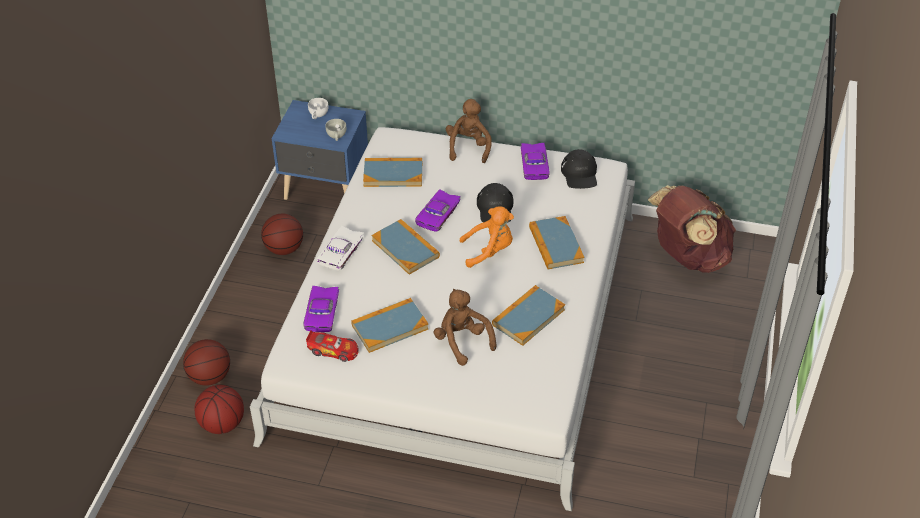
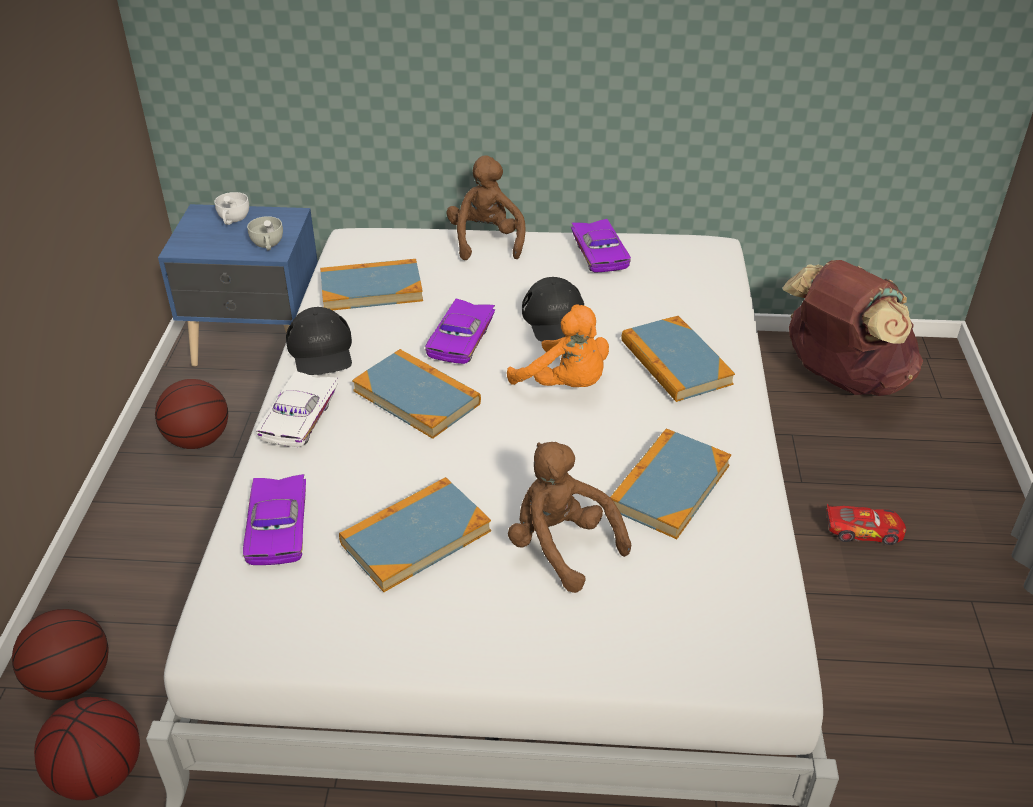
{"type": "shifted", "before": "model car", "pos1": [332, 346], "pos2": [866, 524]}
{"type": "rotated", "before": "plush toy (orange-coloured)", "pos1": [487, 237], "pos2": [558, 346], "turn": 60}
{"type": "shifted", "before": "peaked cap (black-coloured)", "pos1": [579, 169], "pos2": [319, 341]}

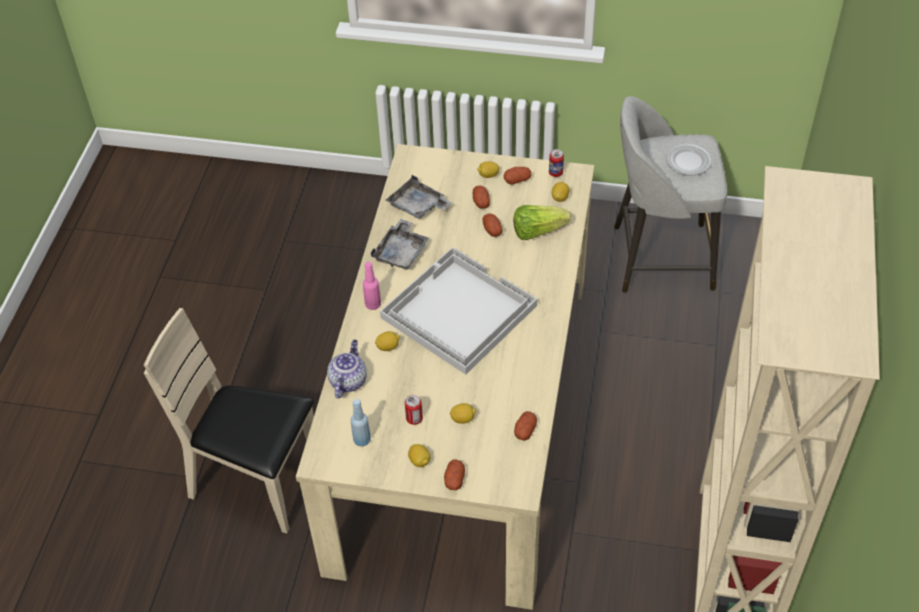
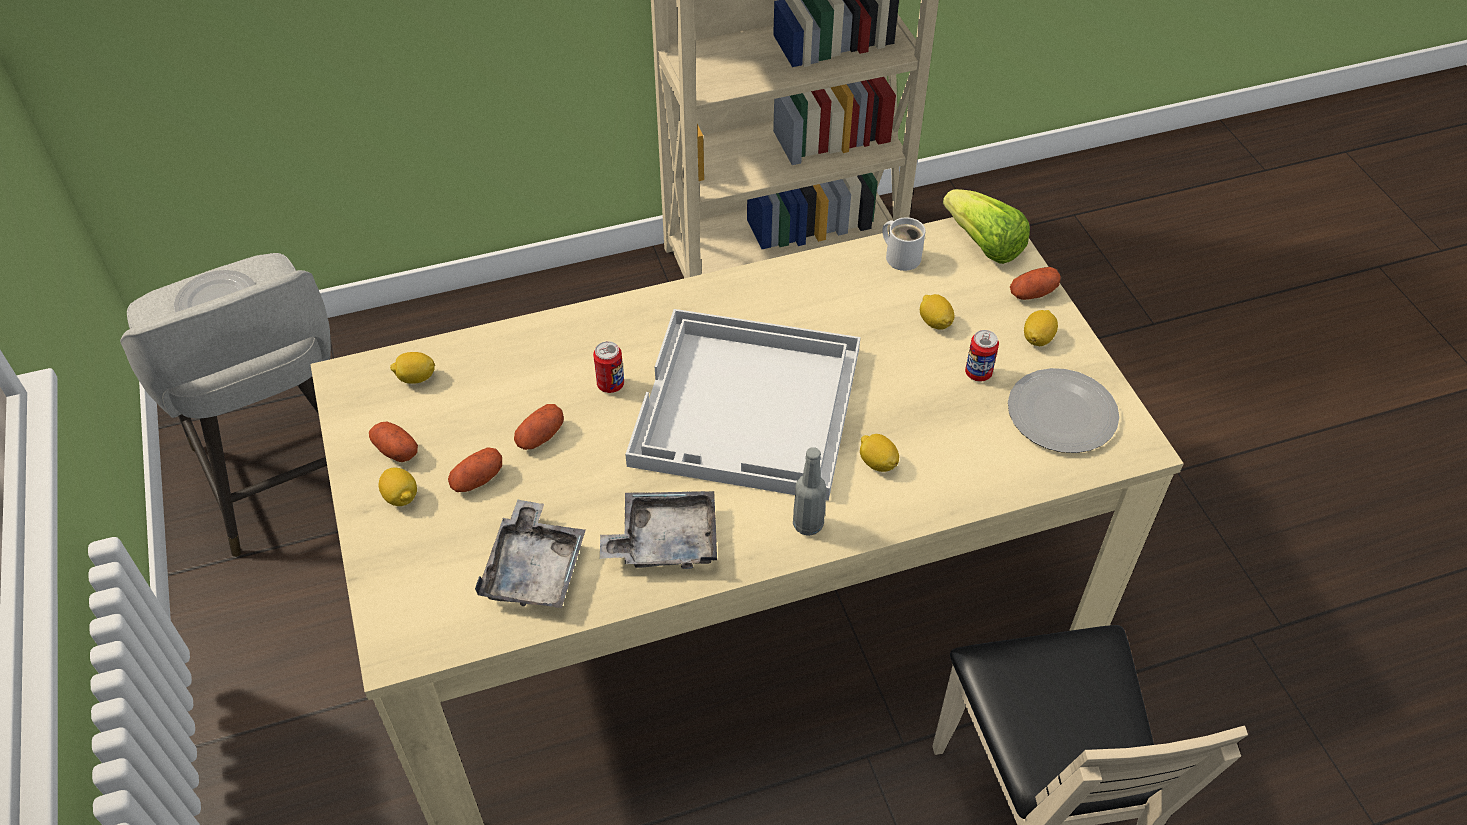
{"type": "gone", "before": "teapot", "pos1": [347, 369]}
{"type": "swapped", "before": "bottle (blue)", "after": "plate", "pos1": [361, 423], "pos2": [1063, 410]}
{"type": "repainted", "before": "bottle (pink-coloured)", "after": "bottle (grey)", "pos1": [372, 286], "pos2": [810, 491]}
{"type": "shifted", "before": "lettuce head", "pos1": [542, 222], "pos2": [986, 226]}
{"type": "swapped", "before": "whole potato", "after": "tea mug (white)", "pos1": [525, 426], "pos2": [904, 244]}
{"type": "shifted", "before": "metal can", "pos1": [556, 163], "pos2": [608, 367]}

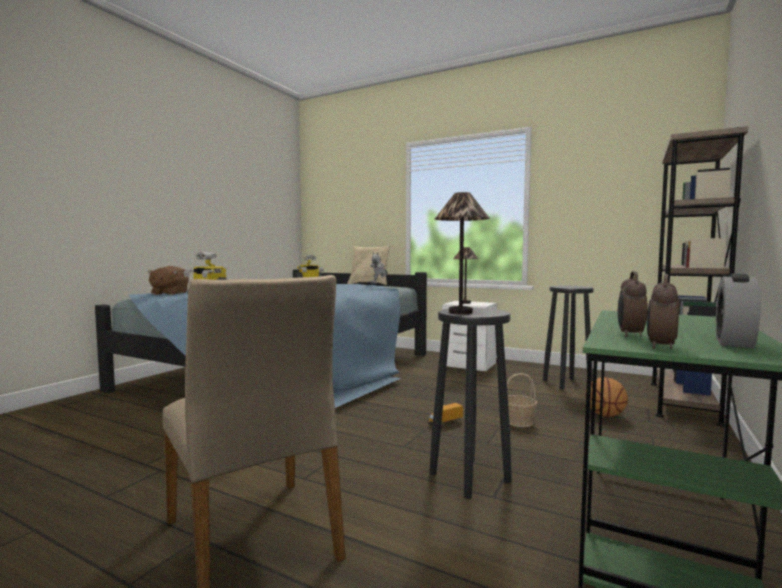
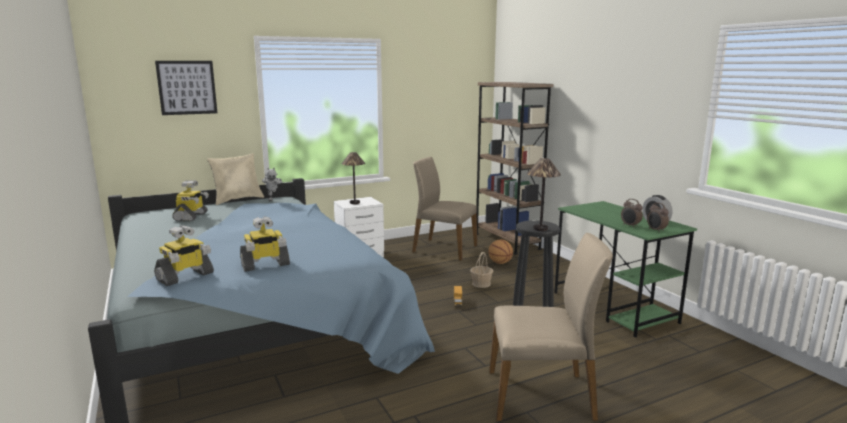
{"type": "swapped", "before": "plush toy (brownish)", "after": "toy robot", "pos1": [168, 280], "pos2": [184, 255]}
{"type": "swapped", "before": "sitting stool (black-coloured)", "after": "upright chair (beige-coloured)", "pos1": [568, 338], "pos2": [444, 209]}
{"type": "new", "after": "wall picture", "pos2": [186, 88]}

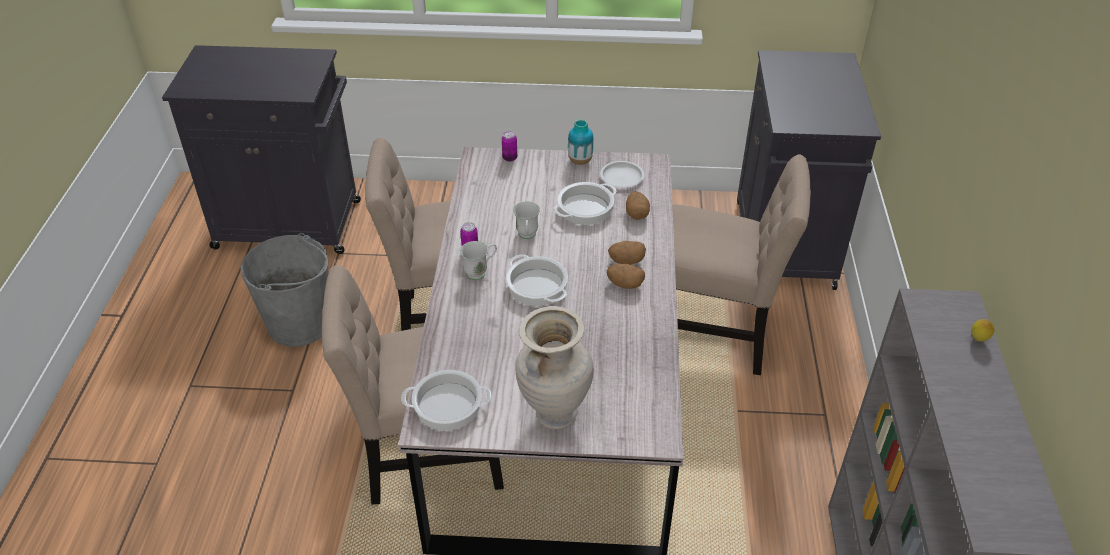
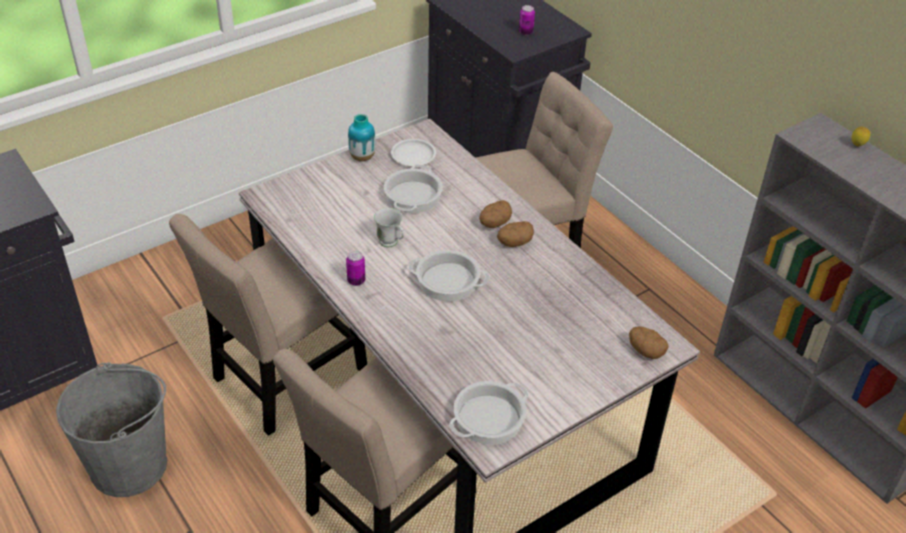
{"type": "gone", "before": "tea mug (white)", "pos1": [478, 260]}
{"type": "shifted", "before": "metal can", "pos1": [509, 146], "pos2": [527, 20]}
{"type": "gone", "before": "vase (beige-coloured)", "pos1": [554, 367]}
{"type": "shifted", "before": "whole potato", "pos1": [638, 205], "pos2": [649, 342]}

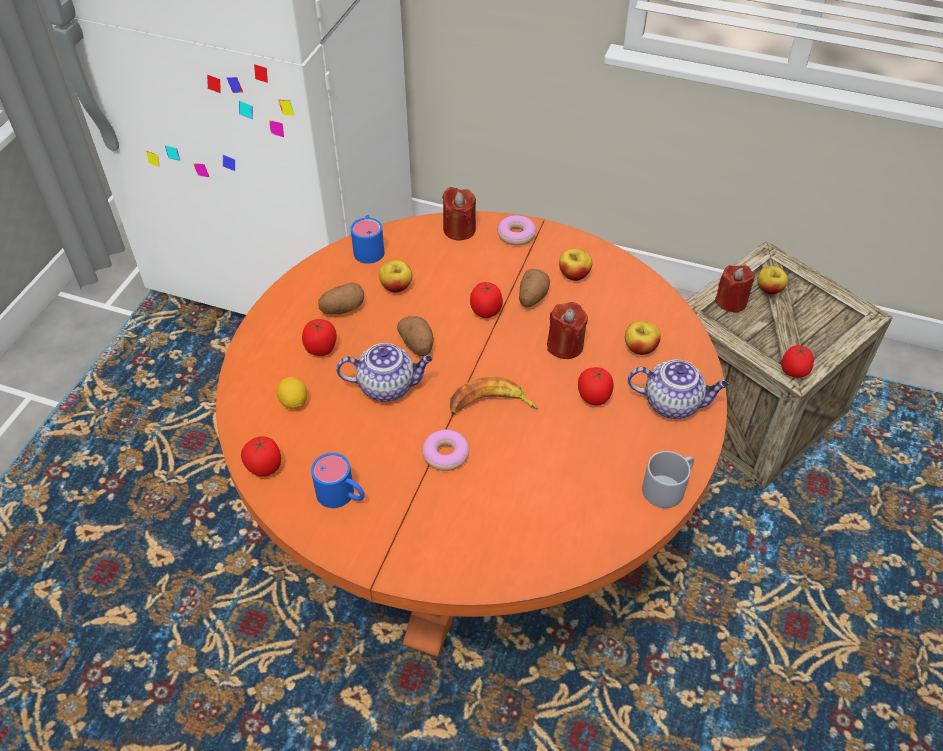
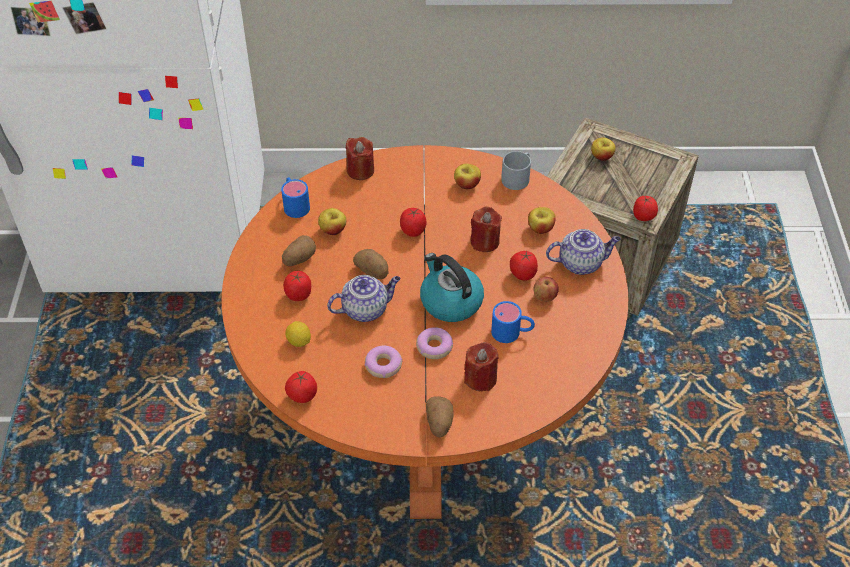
{"type": "shifted", "before": "tea mug (blue)", "pos1": [338, 480], "pos2": [513, 322]}
{"type": "swapped", "before": "whole banana", "after": "water kettle", "pos1": [494, 395], "pos2": [452, 287]}
{"type": "shifted", "before": "ring doughnut", "pos1": [516, 230], "pos2": [383, 362]}
{"type": "shifted", "before": "whole potato", "pos1": [534, 288], "pos2": [440, 416]}
{"type": "shifted", "before": "tea mug (grey)", "pos1": [668, 479], "pos2": [516, 170]}
{"type": "shifted", "before": "wax light (red)", "pos1": [735, 289], "pos2": [481, 366]}
{"type": "new", "after": "apple fruit", "pos2": [546, 289]}

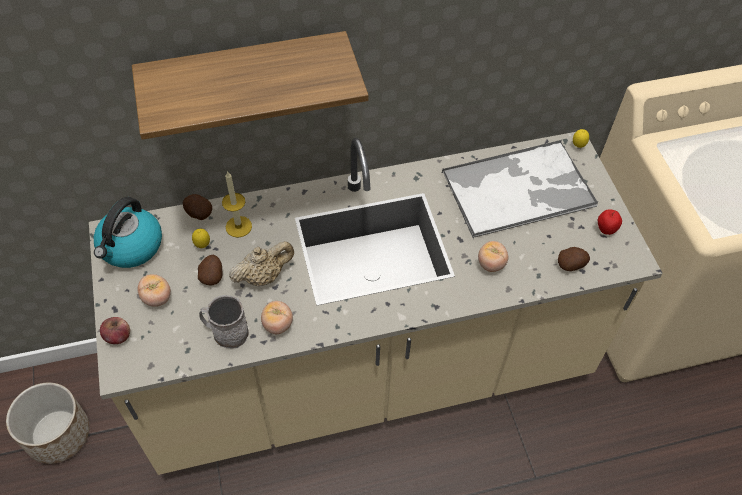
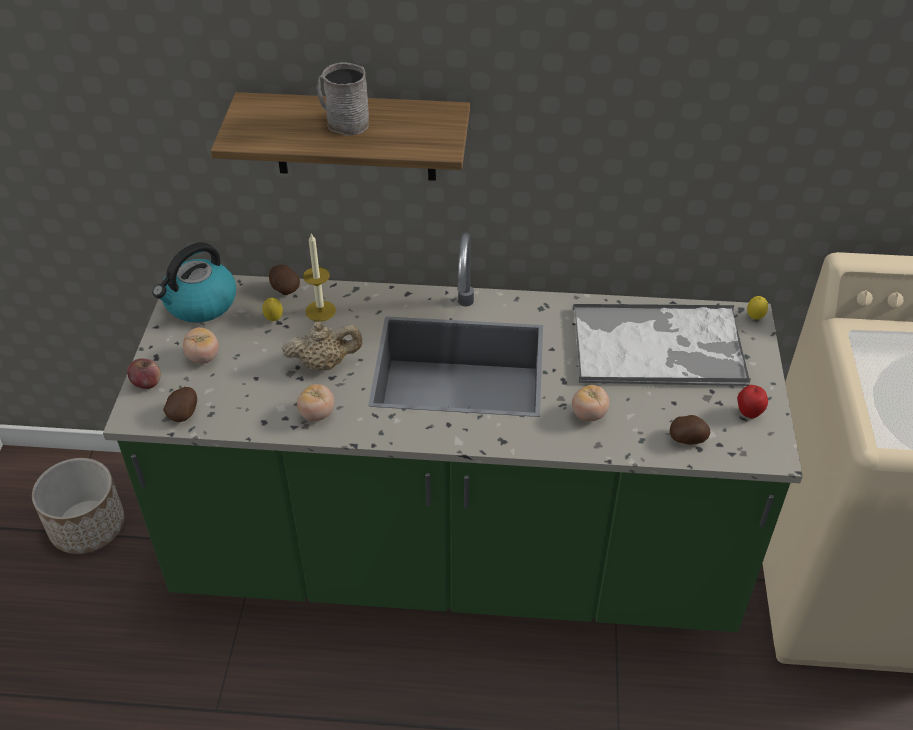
{"type": "repainted", "before": "kitchen counter (beige-coloured)", "after": "kitchen counter (green-coloured)", "pos1": [376, 303], "pos2": [453, 432]}
{"type": "shifted", "before": "whole potato", "pos1": [210, 270], "pos2": [180, 404]}
{"type": "shifted", "before": "tea mug (grey)", "pos1": [224, 321], "pos2": [343, 99]}

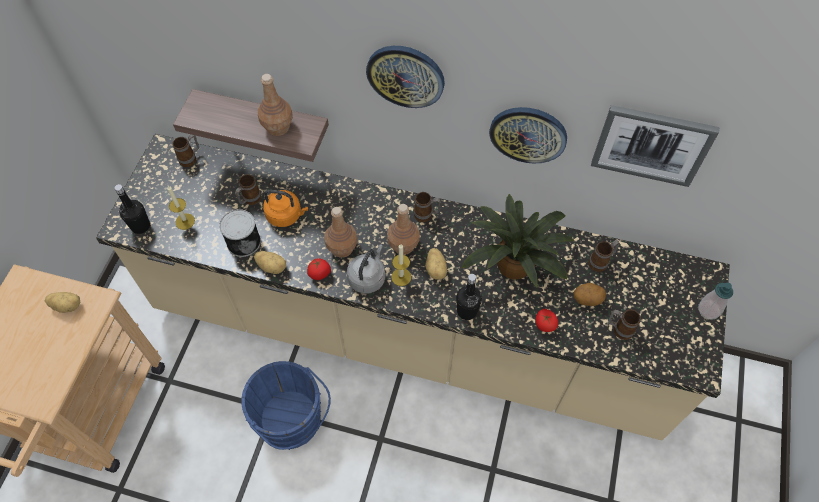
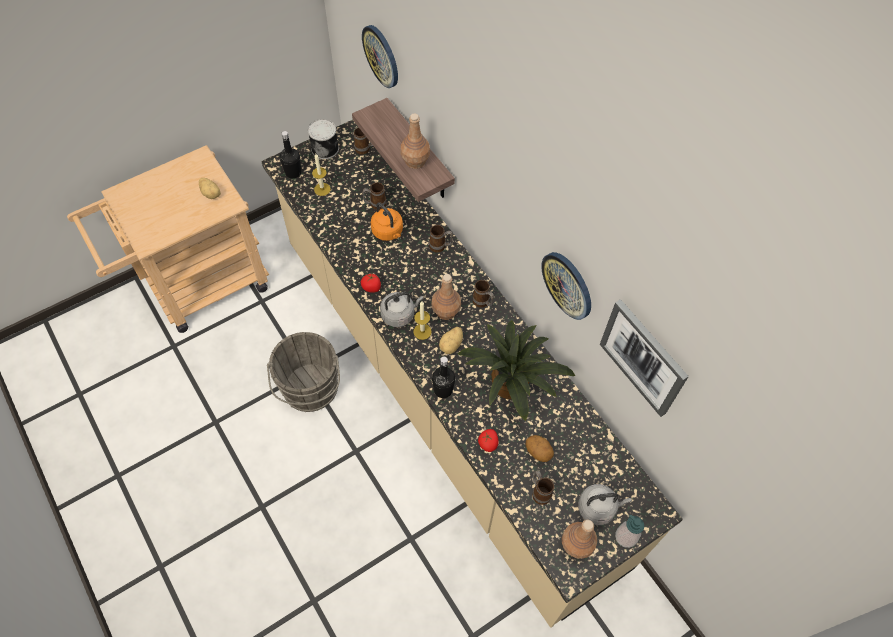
{"type": "shifted", "before": "metal can", "pos1": [240, 233], "pos2": [323, 139]}
{"type": "repainted", "before": "pail (blue)", "after": "pail (grey)", "pos1": [286, 405], "pos2": [303, 372]}
{"type": "gone", "before": "whole potato", "pos1": [270, 262]}
{"type": "shifted", "before": "bottle (brownish)", "pos1": [340, 232], "pos2": [579, 539]}
{"type": "shifted", "before": "hanging clock", "pos1": [405, 77], "pos2": [380, 56]}
{"type": "shifted", "before": "tea mug", "pos1": [604, 256], "pos2": [441, 239]}
{"type": "new", "after": "water kettle (grey)", "pos2": [605, 504]}

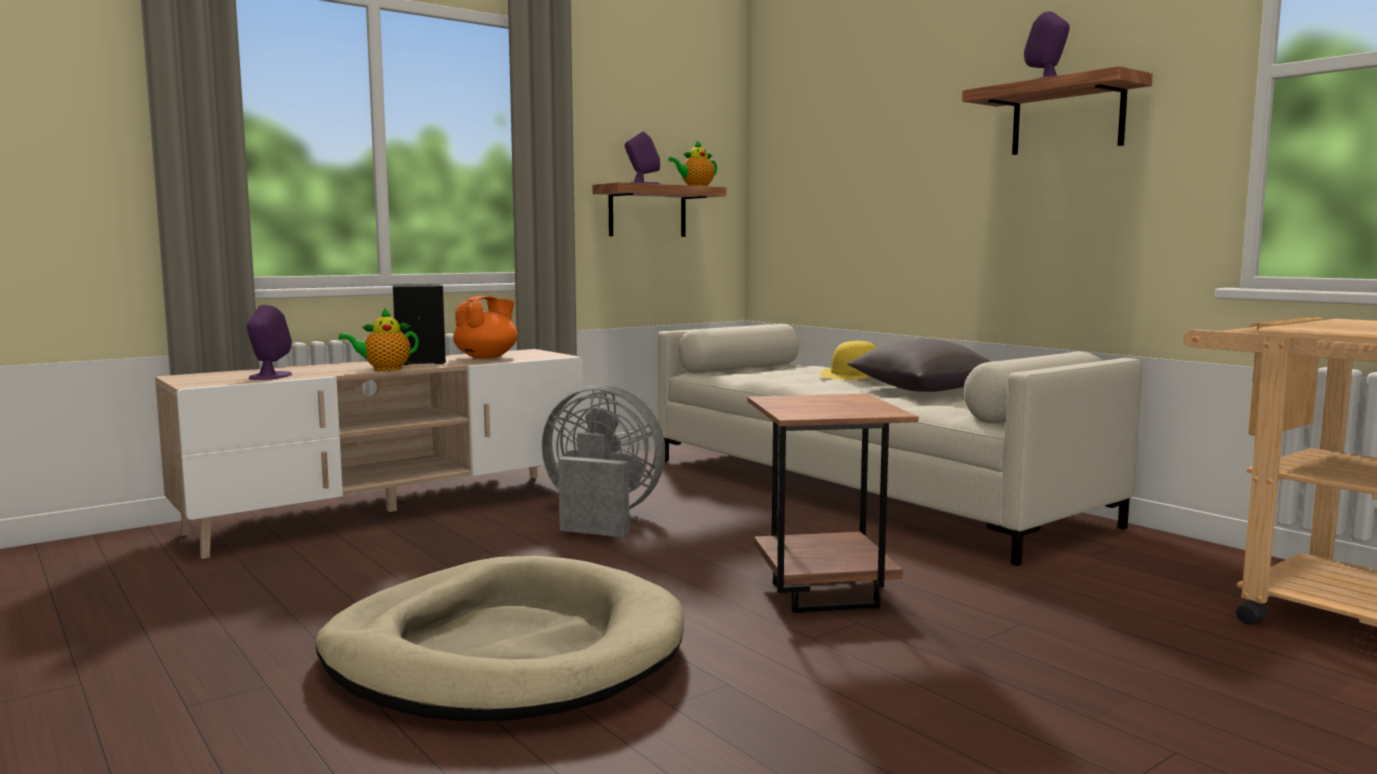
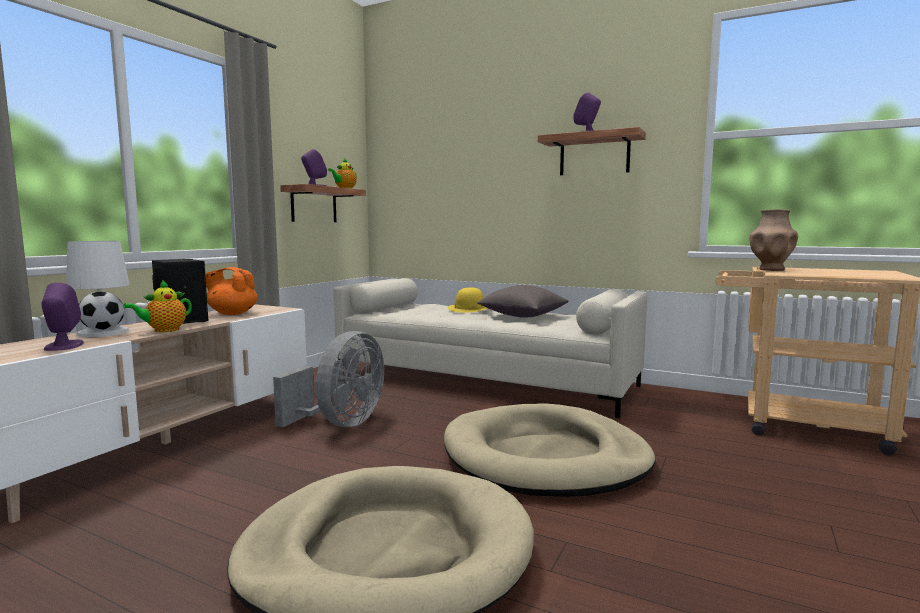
{"type": "rotated", "before": "teapot (orange-coloured)", "pos1": [485, 327], "pos2": [231, 291], "turn": -90}
{"type": "rotated", "before": "electric fan (grey)", "pos1": [604, 461], "pos2": [328, 379], "turn": 120}
{"type": "swapped", "before": "end table (brownish)", "after": "dog bed (beige-coloured)", "pos1": [832, 503], "pos2": [549, 450]}
{"type": "new", "after": "tabletop lamp (white)", "pos2": [98, 289]}
{"type": "new", "after": "vase (brownish)", "pos2": [774, 240]}

